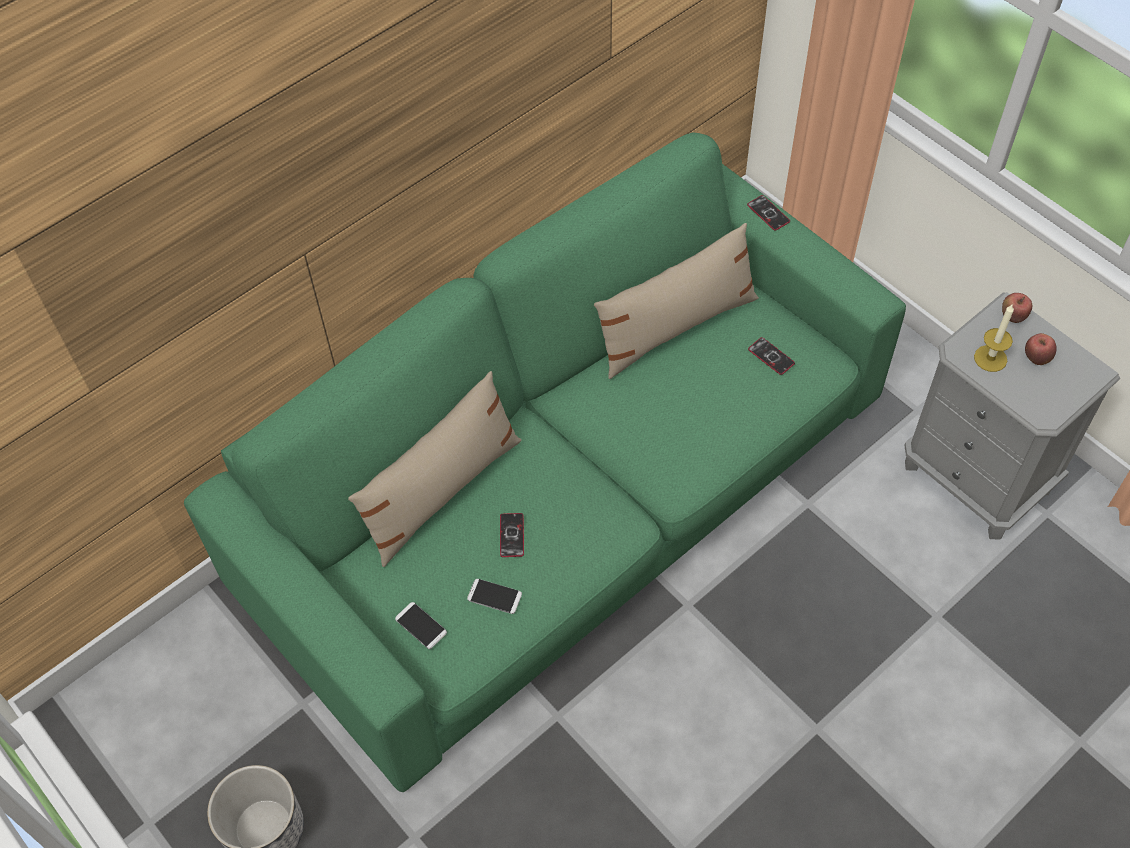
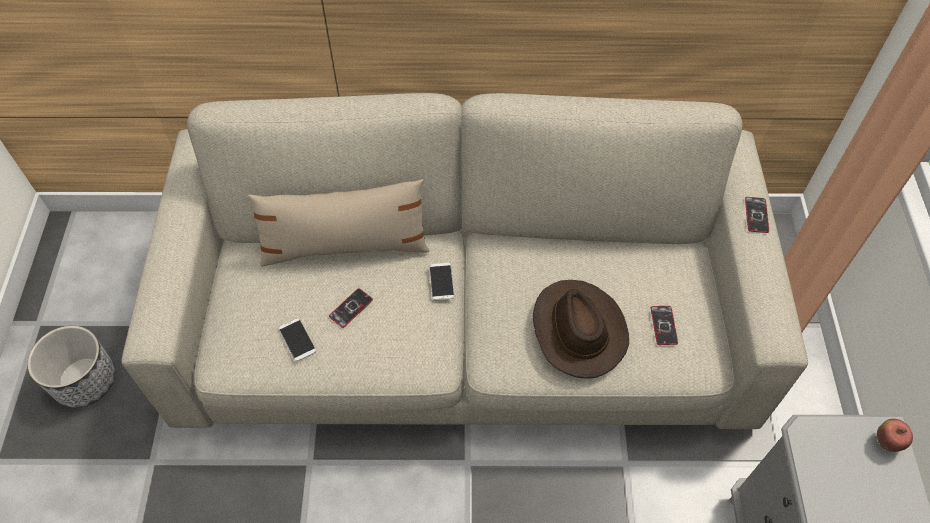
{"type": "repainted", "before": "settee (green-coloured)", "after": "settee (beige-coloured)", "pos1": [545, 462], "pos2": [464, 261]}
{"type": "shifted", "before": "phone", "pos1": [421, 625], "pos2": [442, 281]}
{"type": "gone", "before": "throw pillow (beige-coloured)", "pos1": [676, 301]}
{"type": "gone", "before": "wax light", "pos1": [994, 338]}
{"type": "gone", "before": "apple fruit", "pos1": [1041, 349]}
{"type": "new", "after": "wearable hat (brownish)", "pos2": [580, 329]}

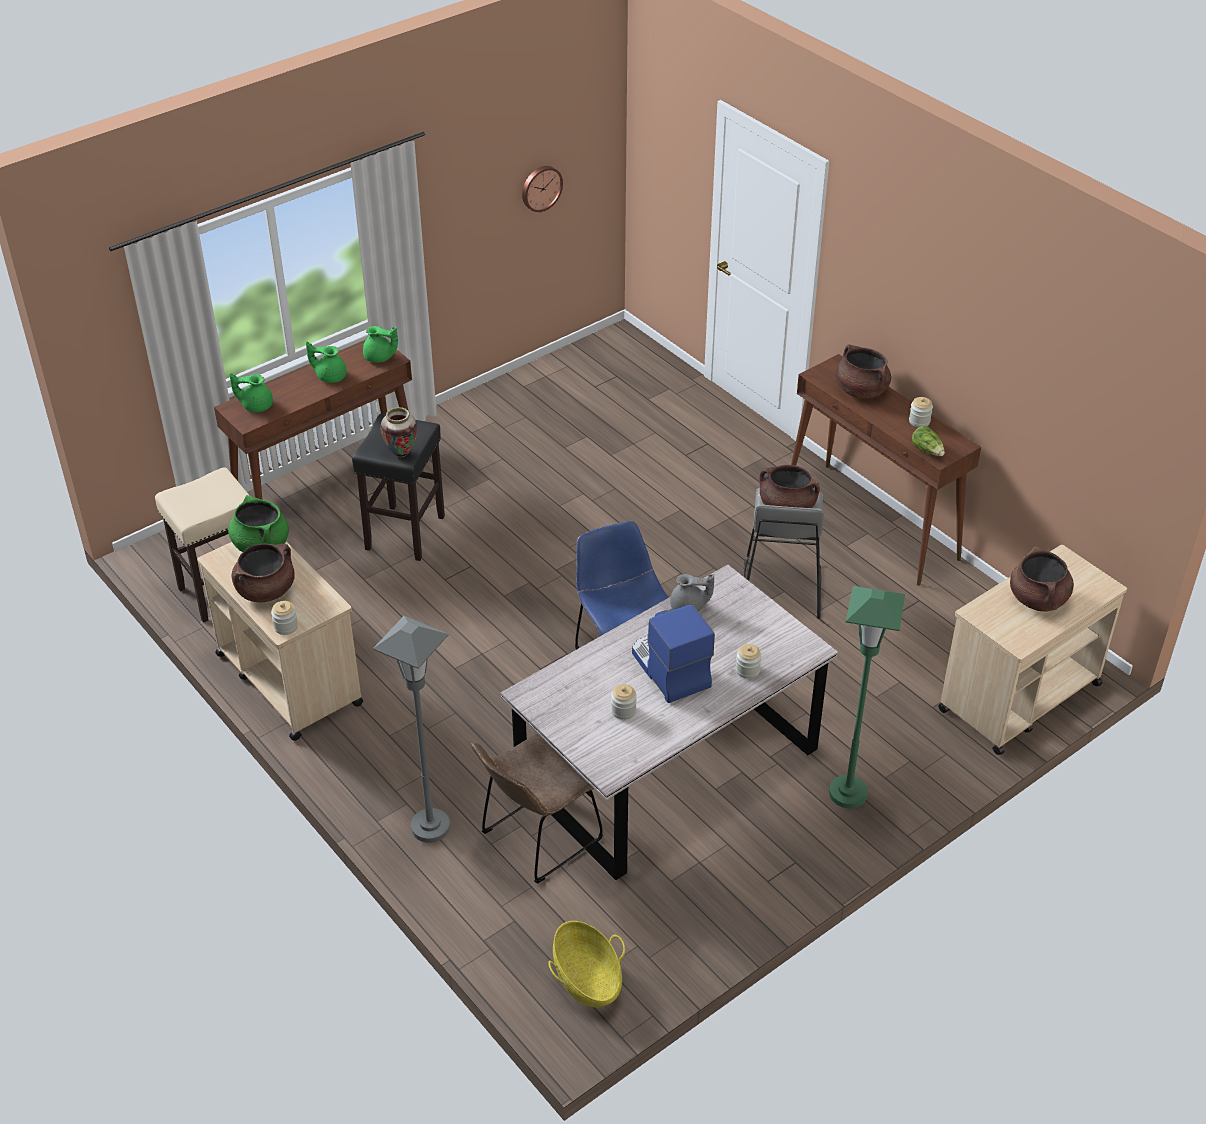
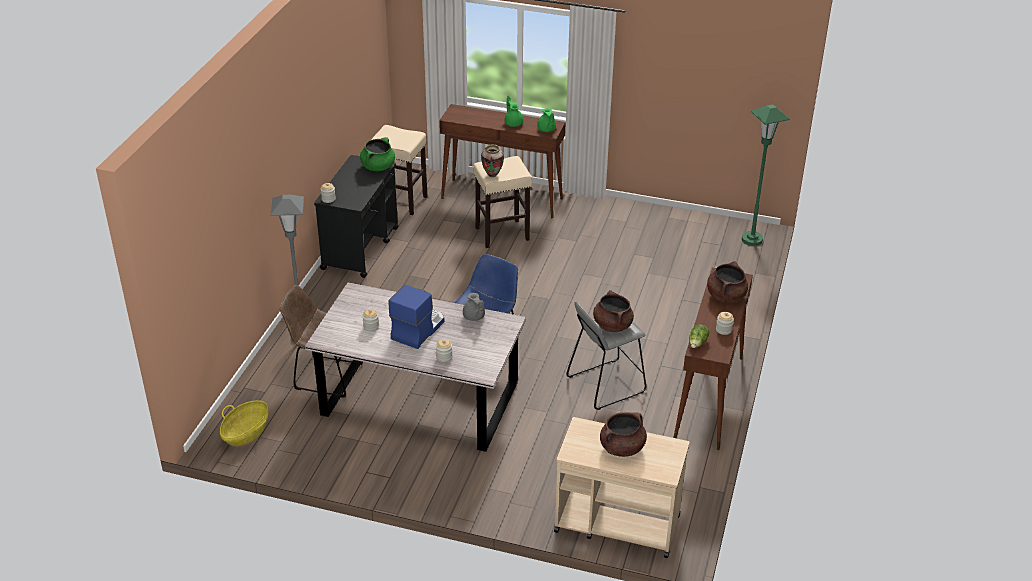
{"type": "repainted", "before": "cart (beige-coloured)", "after": "cart (black-coloured)", "pos1": [280, 641], "pos2": [356, 216]}
{"type": "gone", "before": "teapot (green-coloured)", "pos1": [251, 392]}
{"type": "gone", "before": "cooking pot (brownish)", "pos1": [263, 573]}
{"type": "repainted", "before": "sitting stool (black-coloured)", "after": "sitting stool (beige-coloured)", "pos1": [398, 487], "pos2": [503, 202]}
{"type": "gone", "before": "hanging clock", "pos1": [542, 189]}
{"type": "shifted", "before": "standard lamp (green-coloured)", "pos1": [867, 697], "pos2": [766, 175]}

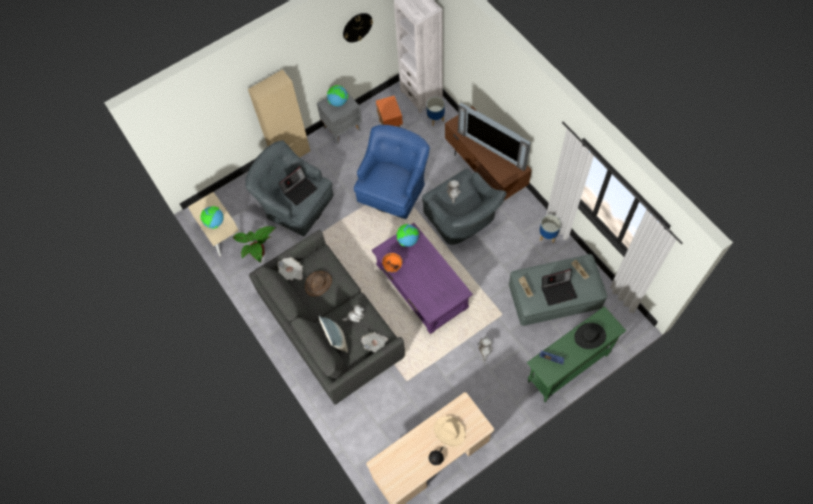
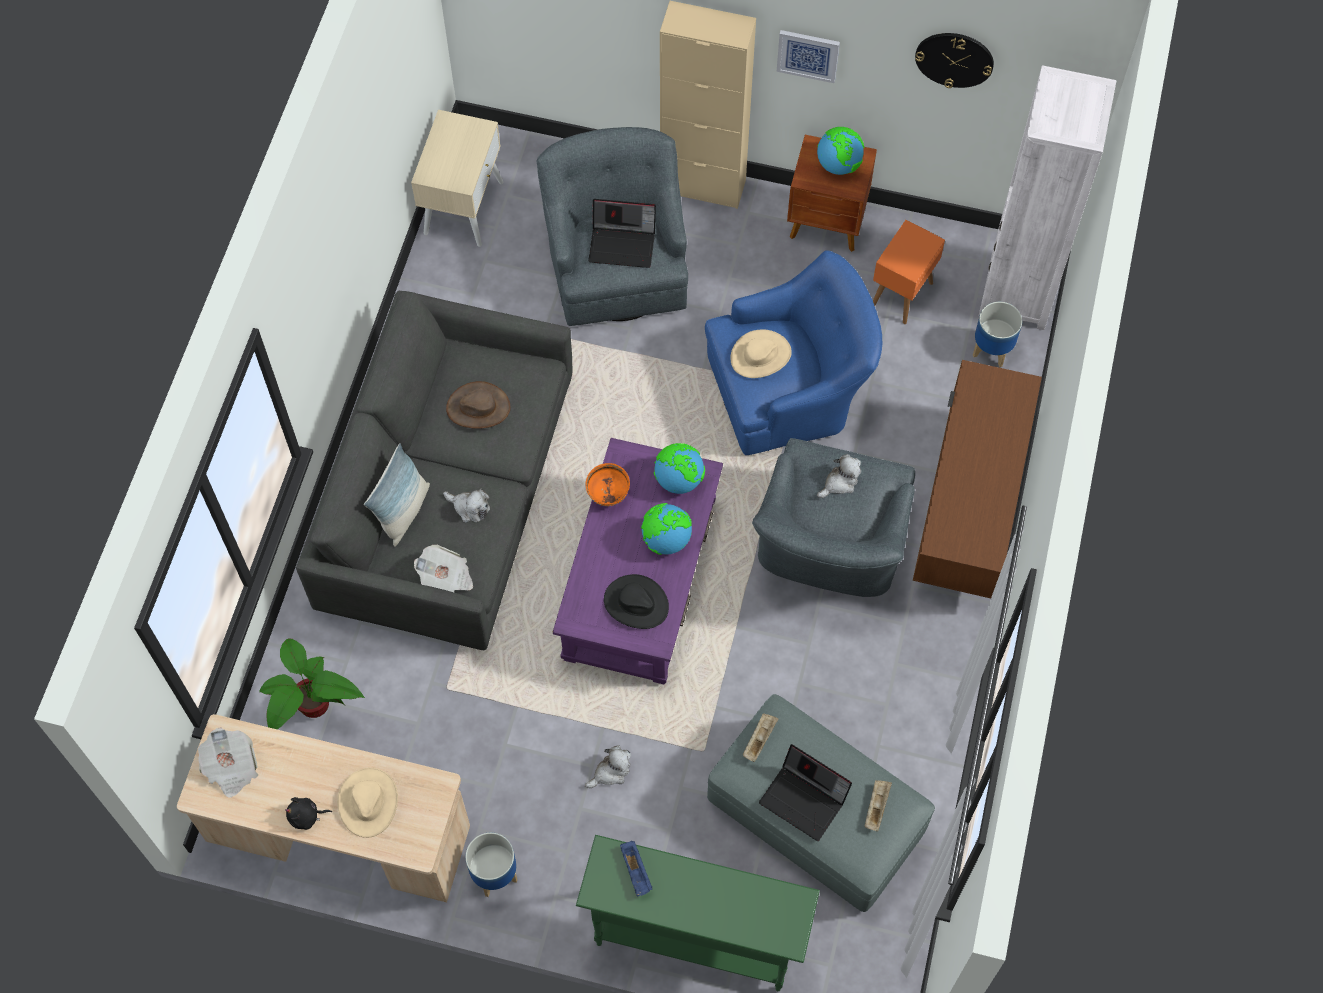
{"type": "shifted", "before": "desk globe", "pos1": [212, 217], "pos2": [666, 529]}
{"type": "shifted", "before": "plant in a pot", "pos1": [254, 244], "pos2": [312, 683]}
{"type": "shifted", "before": "newspaper", "pos1": [290, 269], "pos2": [228, 762]}
{"type": "repainted", "before": "bedside table (grey)", "after": "bedside table (brownish)", "pos1": [339, 116], "pos2": [832, 193]}
{"type": "gone", "before": "TV", "pos1": [494, 137]}
{"type": "shifted", "before": "planter", "pos1": [550, 229], "pos2": [491, 865]}
{"type": "shifted", "before": "wearable hat (black-coloured)", "pos1": [590, 336], "pos2": [636, 601]}
{"type": "new", "after": "wearable hat (beige-coloured)", "pos2": [761, 354]}
{"type": "new", "after": "wall picture", "pos2": [808, 56]}

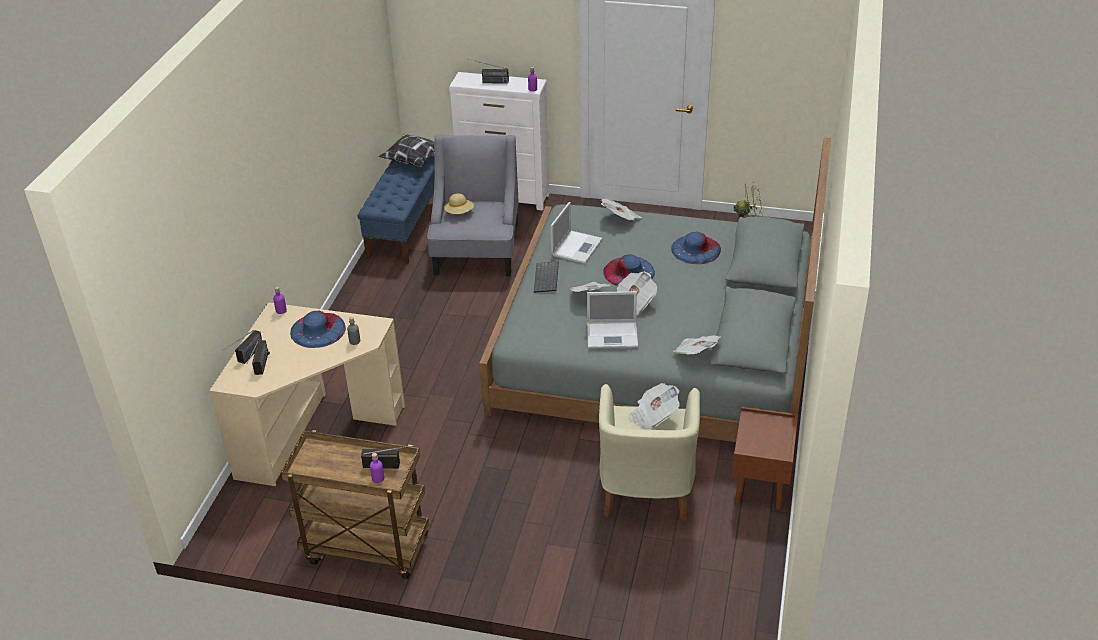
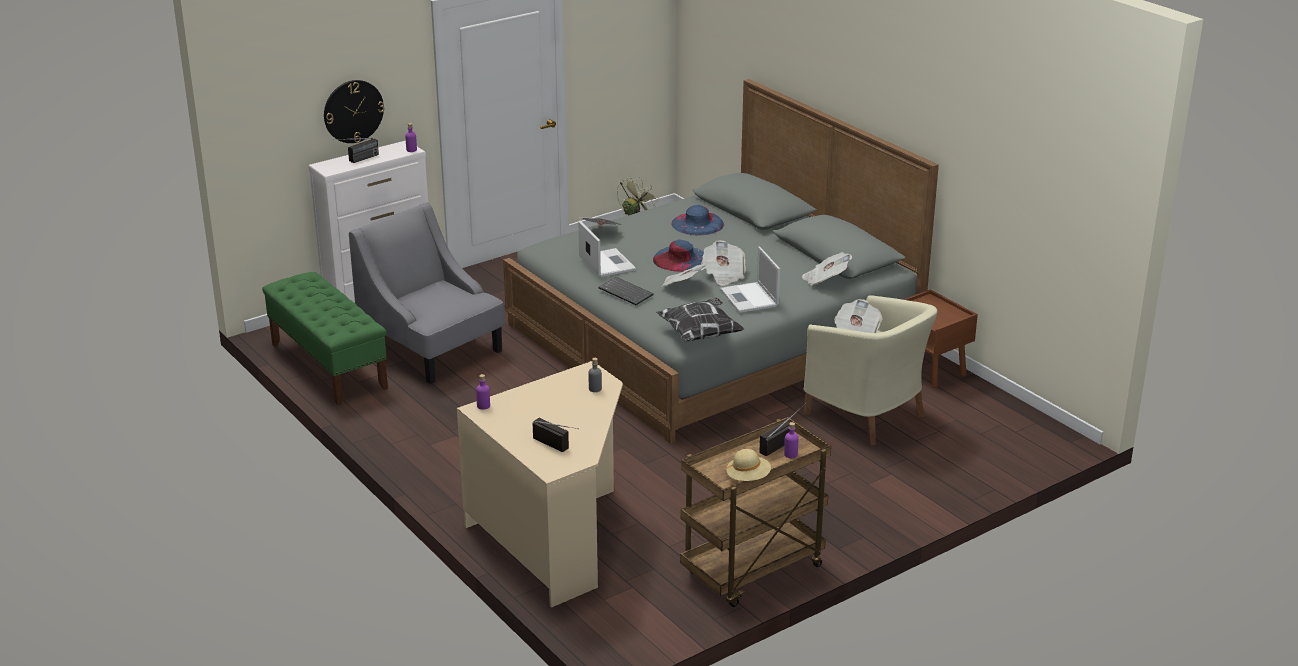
{"type": "gone", "before": "radio", "pos1": [242, 347]}
{"type": "gone", "before": "wearable hat (blue)", "pos1": [318, 329]}
{"type": "repainted", "before": "indoor bench (blue)", "after": "indoor bench (green-coloured)", "pos1": [396, 208], "pos2": [325, 339]}
{"type": "shifted", "before": "throw pillow", "pos1": [406, 150], "pos2": [700, 320]}
{"type": "shifted", "before": "wearable hat (beige-coloured)", "pos1": [459, 203], "pos2": [748, 465]}
{"type": "rotated", "before": "portable computer", "pos1": [612, 319], "pos2": [750, 280], "turn": 120}
{"type": "new", "after": "hanging clock", "pos2": [354, 111]}

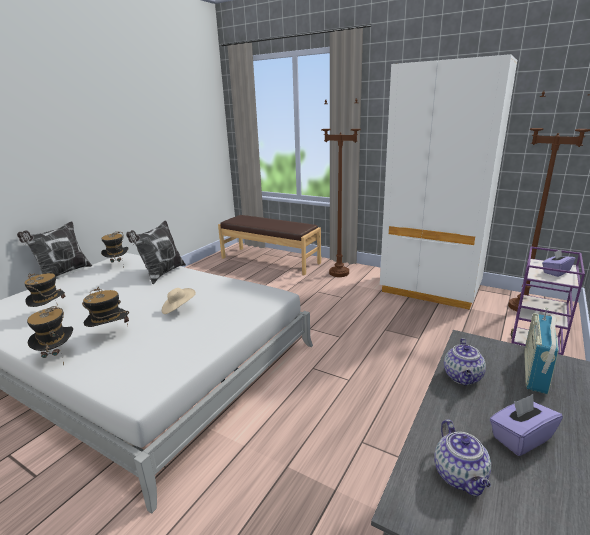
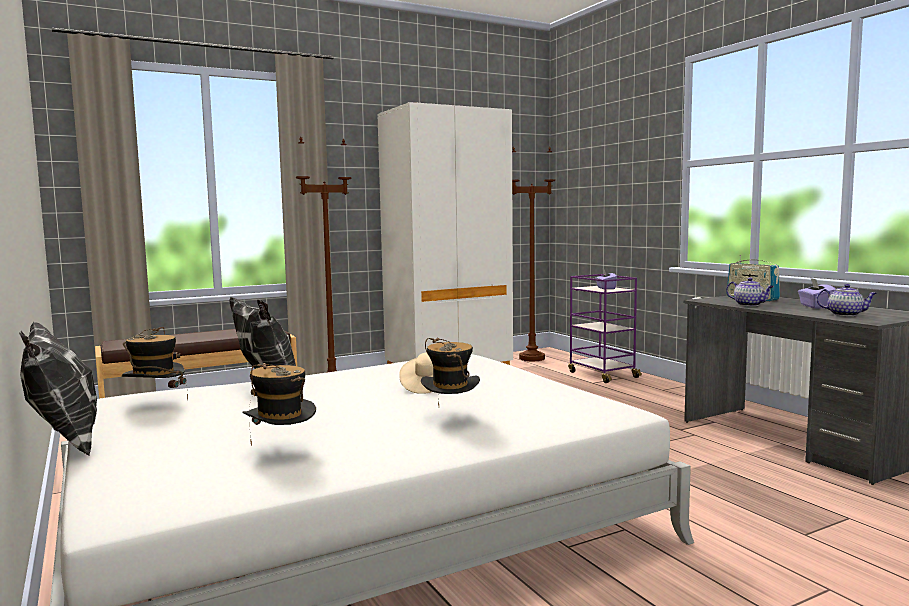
{"type": "gone", "before": "wearable hat", "pos1": [50, 335]}

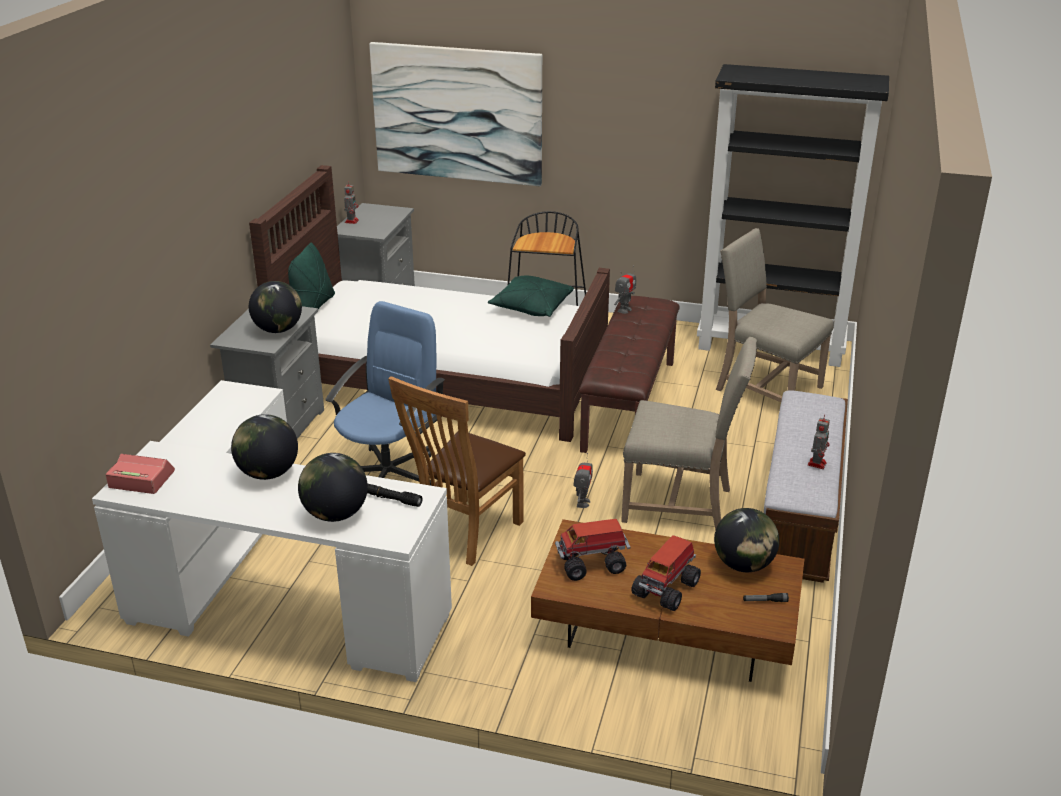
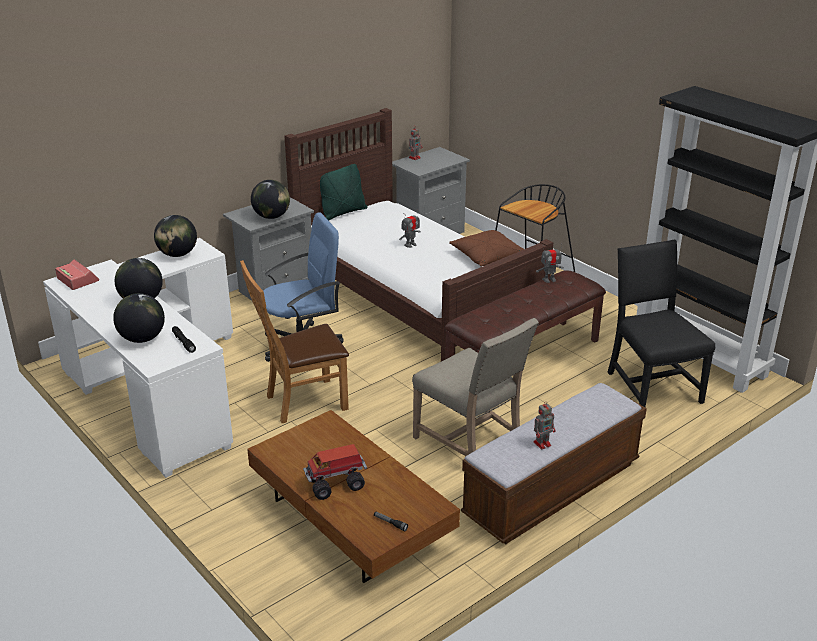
{"type": "gone", "before": "wall picture", "pos1": [455, 114]}
{"type": "repainted", "before": "throw pillow (green-coloured)", "after": "throw pillow (brownish)", "pos1": [531, 296], "pos2": [486, 248]}
{"type": "gone", "before": "model truck", "pos1": [592, 550]}
{"type": "shifted", "before": "toy robot", "pos1": [583, 480], "pos2": [410, 228]}
{"type": "shifted", "before": "desk globe", "pos1": [746, 540], "pos2": [175, 236]}
{"type": "repainted", "before": "upright chair (beige-coloured)", "after": "upright chair (black-coloured)", "pos1": [775, 315], "pos2": [661, 323]}

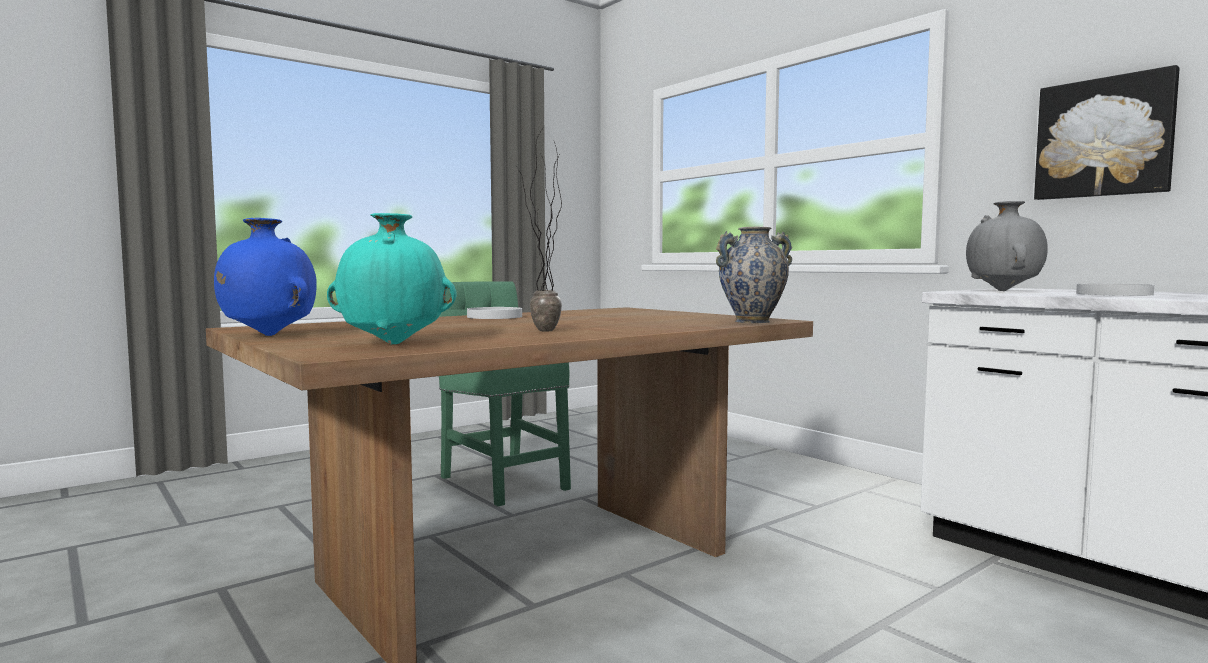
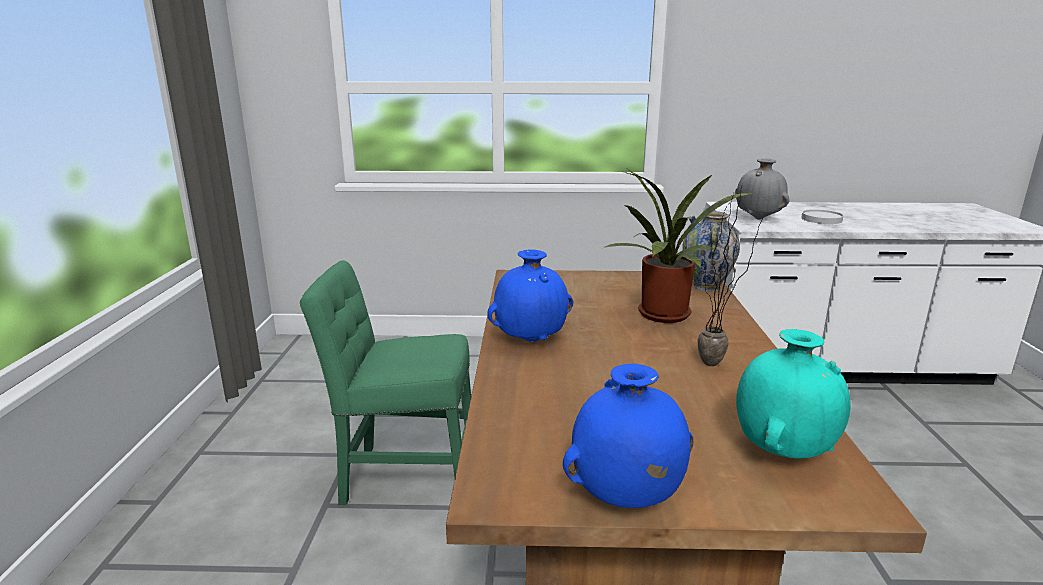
{"type": "swapped", "before": "plate (white)", "after": "vase (blue)", "pos1": [494, 313], "pos2": [530, 295]}
{"type": "gone", "before": "wall picture", "pos1": [1107, 132]}
{"type": "new", "after": "plant in a pot", "pos2": [677, 245]}

